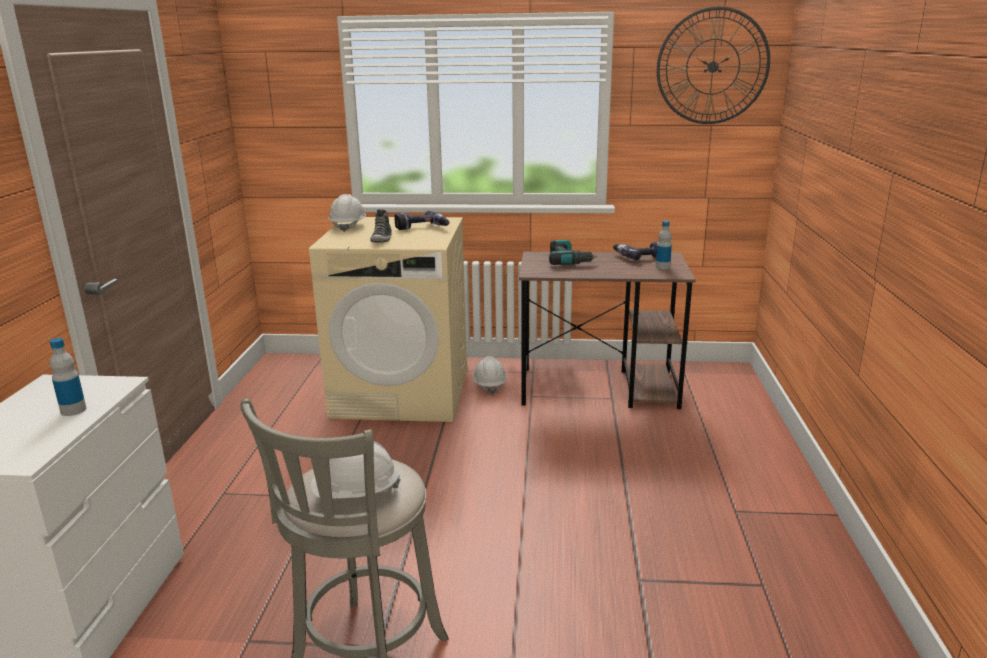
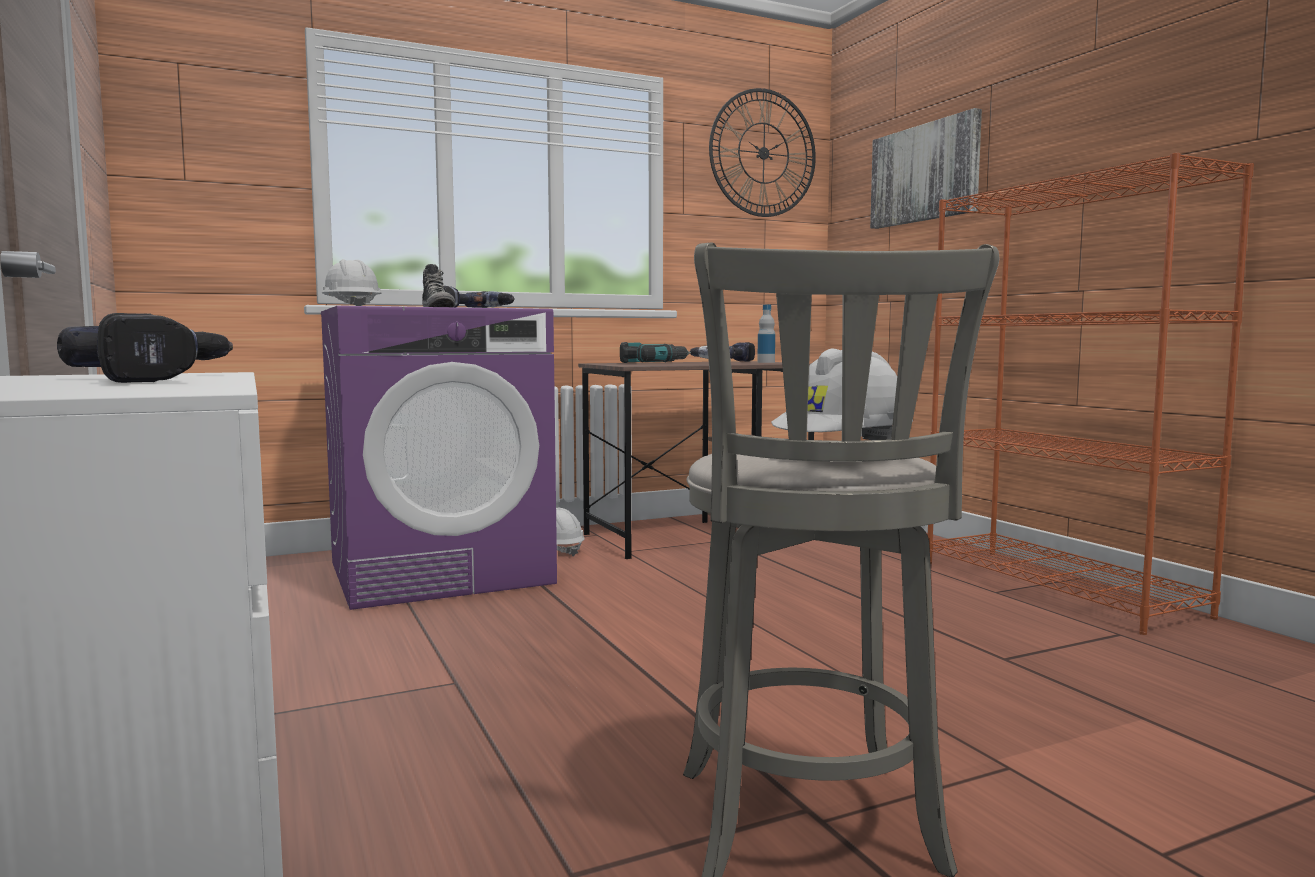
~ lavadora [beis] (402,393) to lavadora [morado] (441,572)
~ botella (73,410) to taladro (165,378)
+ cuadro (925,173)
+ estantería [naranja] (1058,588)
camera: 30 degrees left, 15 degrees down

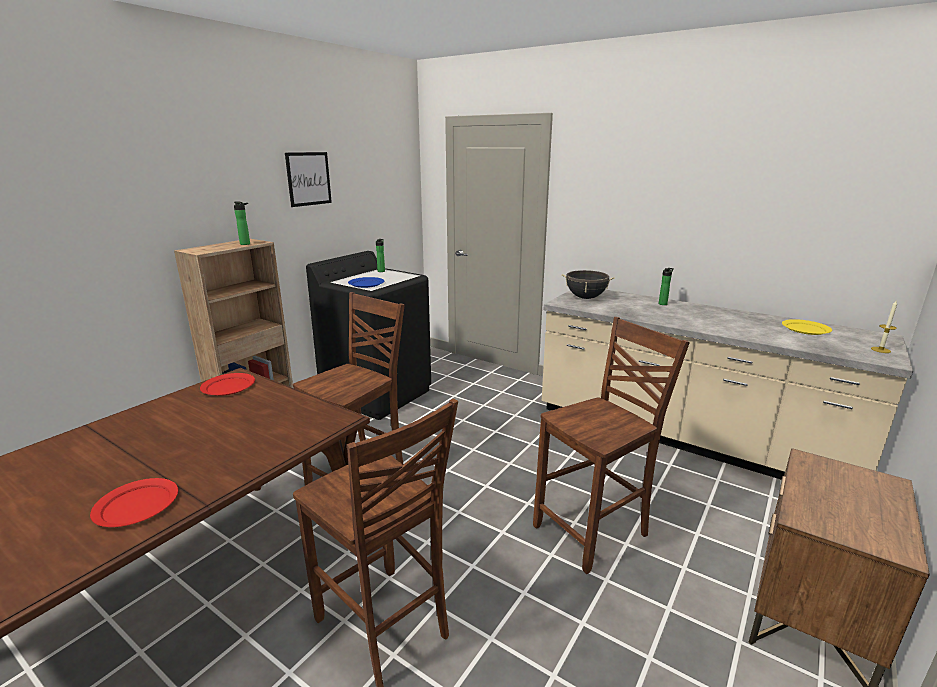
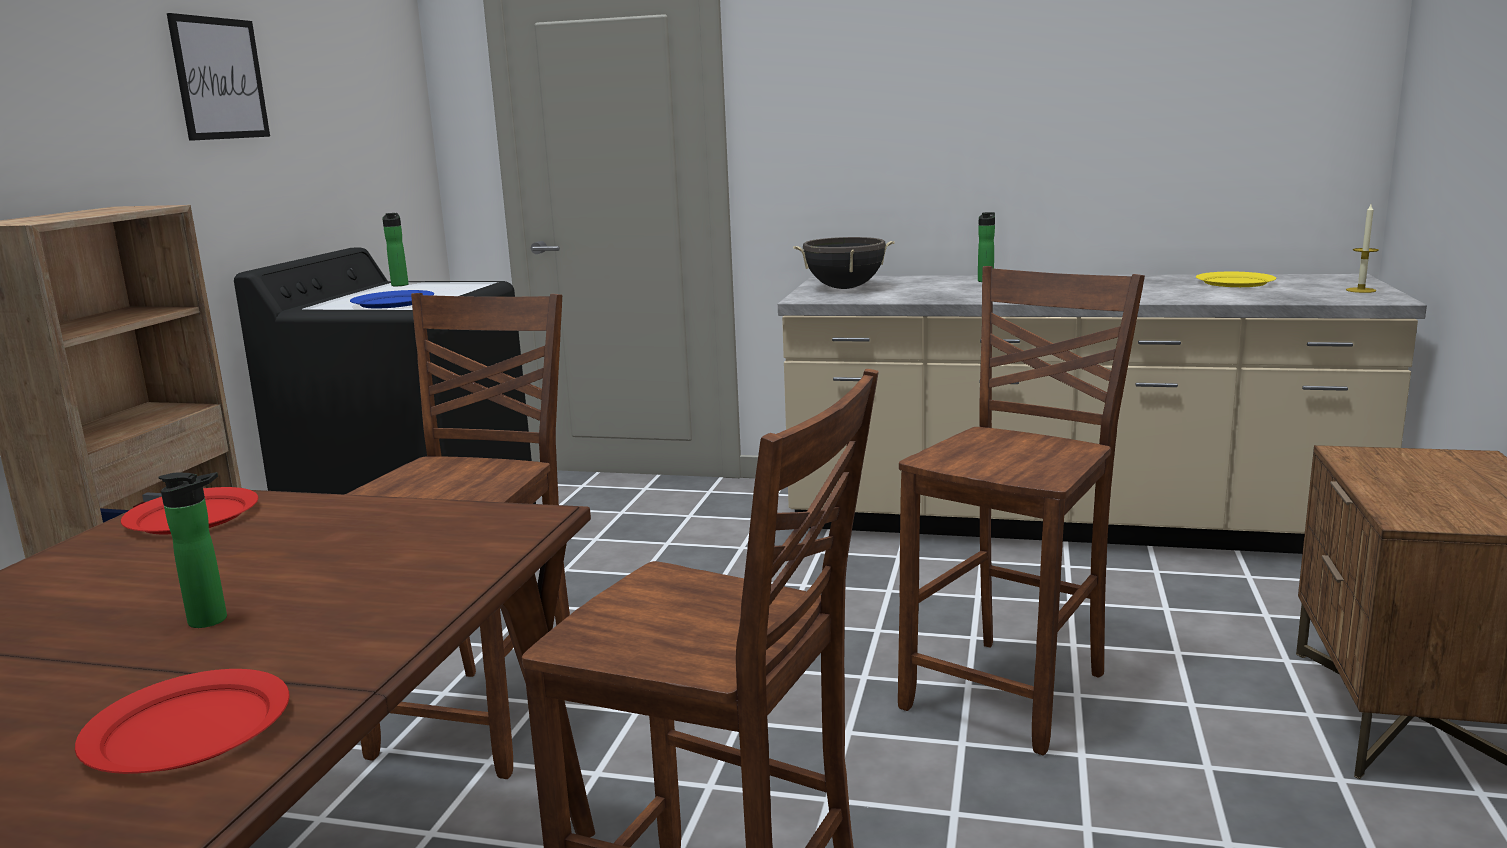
~ botella (246,244) to (214,620)
camera: 20 degrees left, 5 degrees down

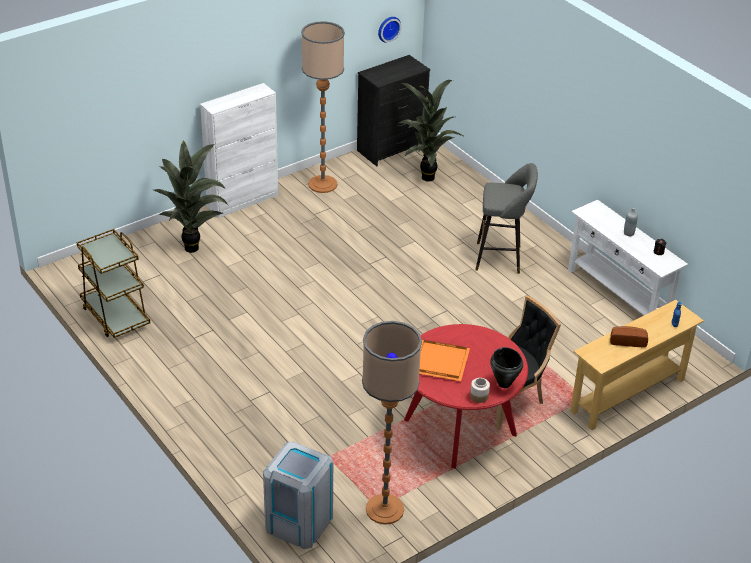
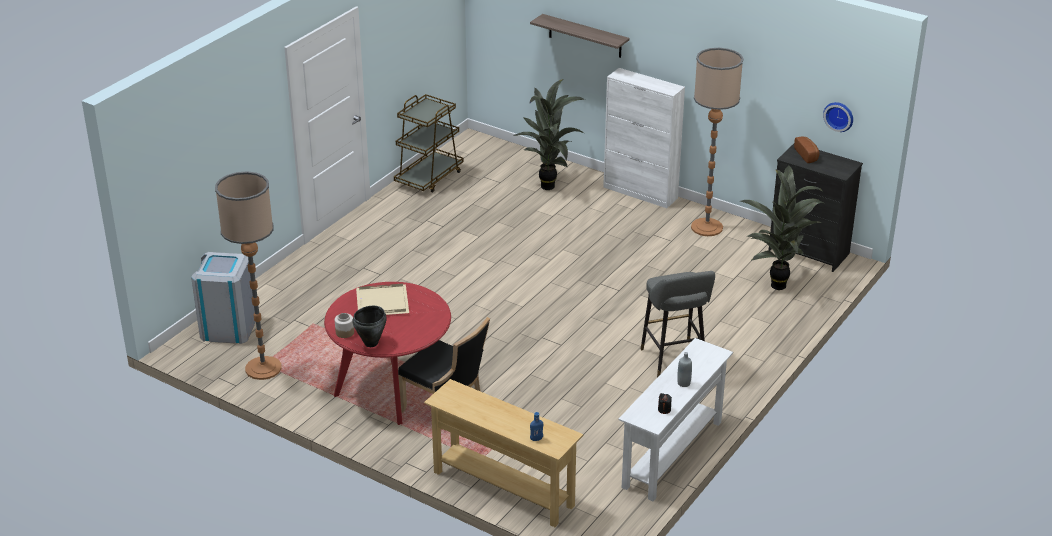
~ pan (627,341) to (807,155)
~ bandeja [naranja] (439,362) to bandeja [beis] (381,302)
+ estante (585,36)
camera: 70 degrees right, 5 degrees down

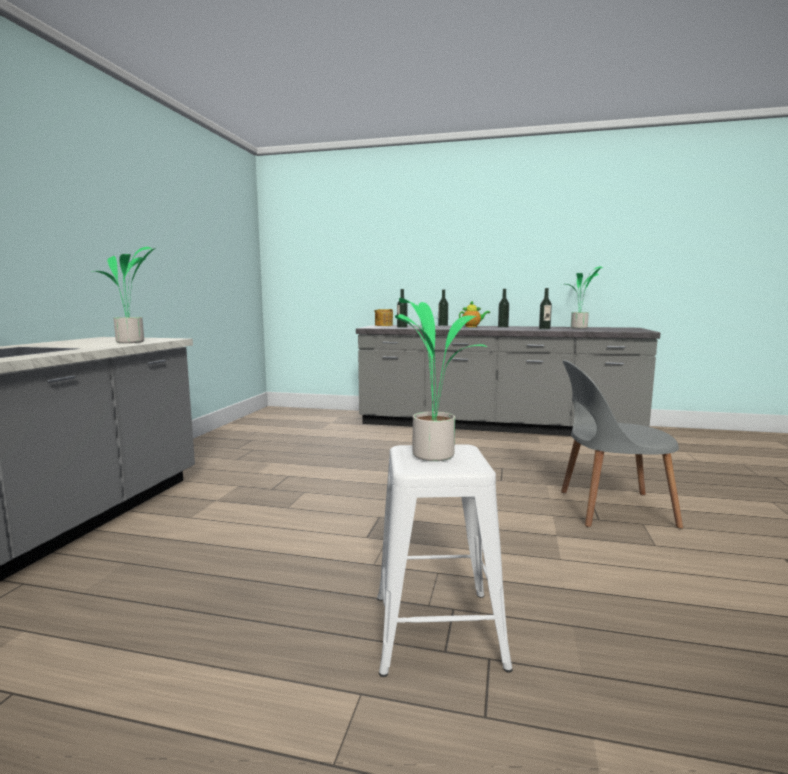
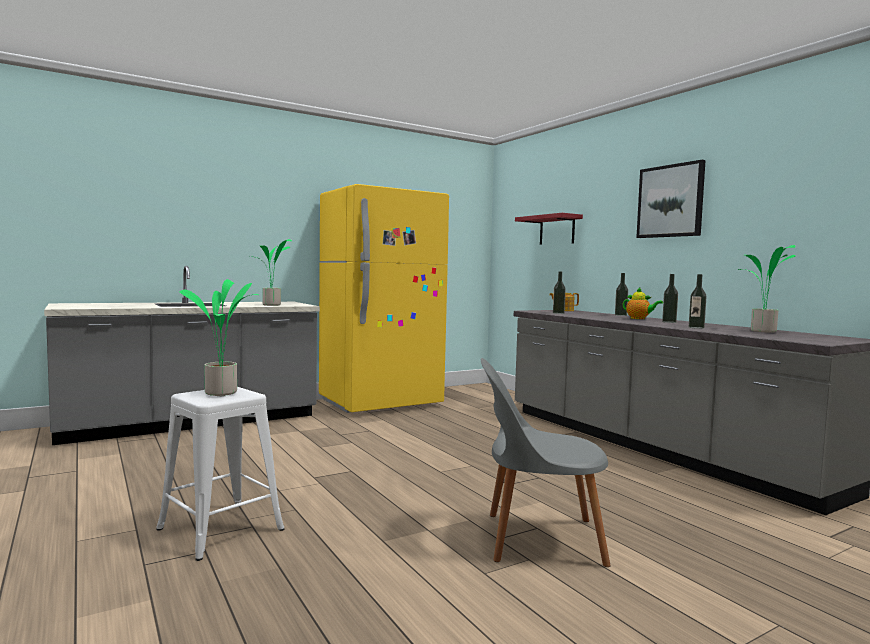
~ silla [gris] (610,508) = (537,538) 45 degrees counterclockwise
+ cuadro (670,201)
+ nevera [amarillo] (380,403)
+ estante [rojo] (557,230)
camera: 45 degrees right, 5 degrees down

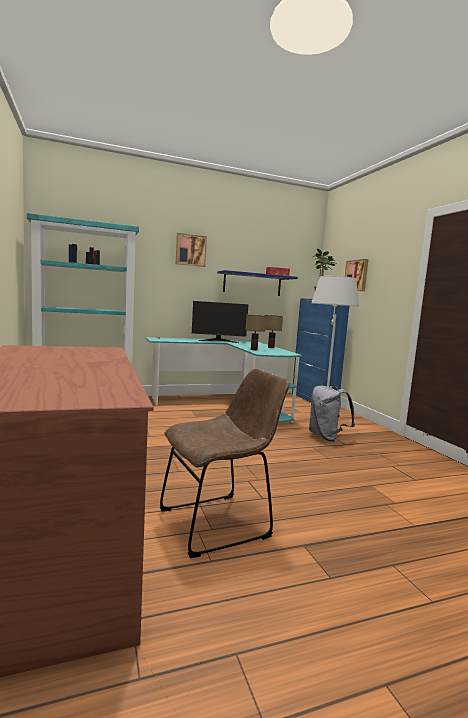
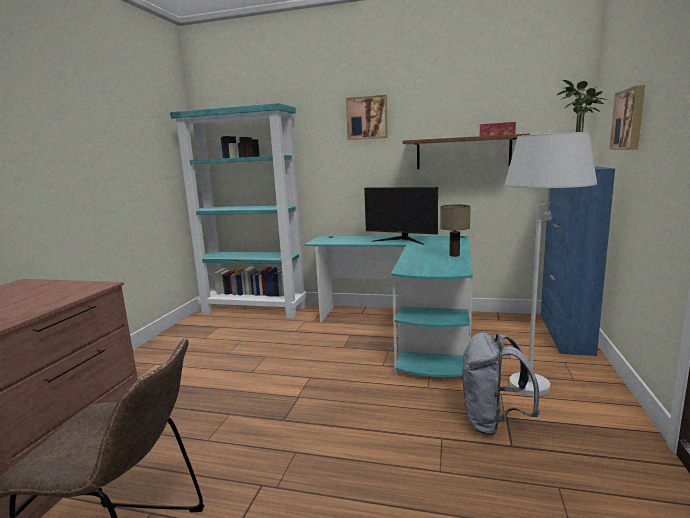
~ estante [azul] (252,284) to estante [marrón] (463,152)
- lámpara de mesa (253,349)
camera: 35 degrees right, 5 degrees up

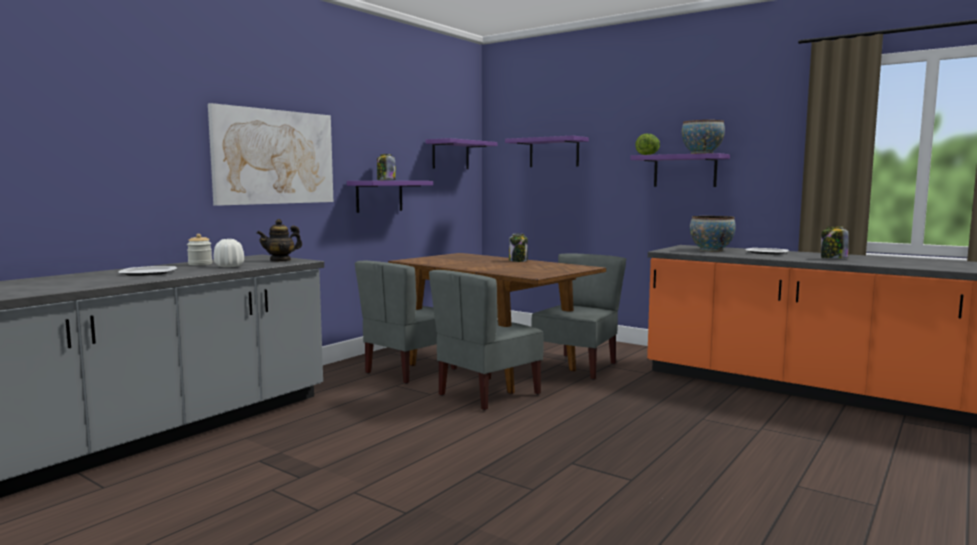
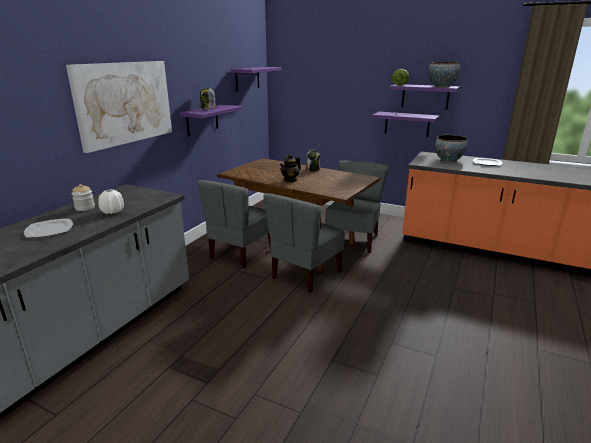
~ estante [morado] (554,152) to (407,124)
~ tetera (280,260) to (290,180)
- tarro (833,258)
camera: 10 degrees left, 15 degrees up

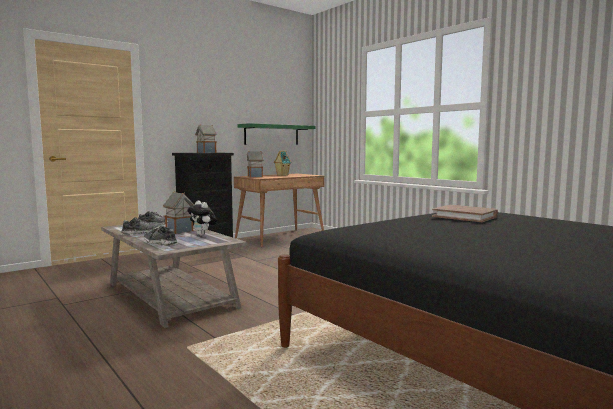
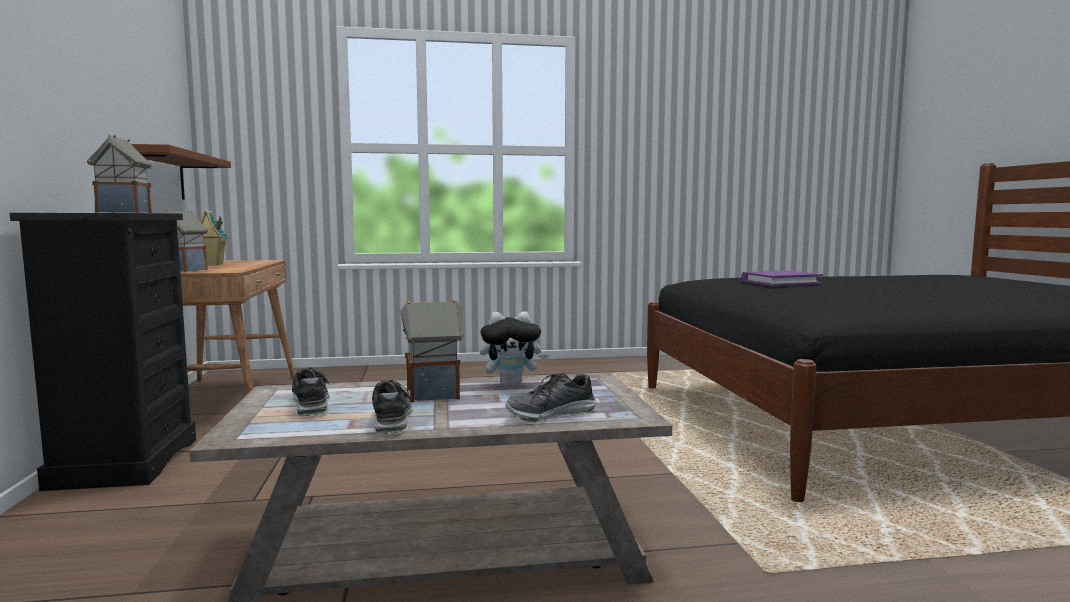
~ estante [verde] (271,135) to estante [marrón] (154,175)
~ libro [marrón] (465,216) to libro [morado] (780,282)
camera: 60 degrees left, 0 degrees up

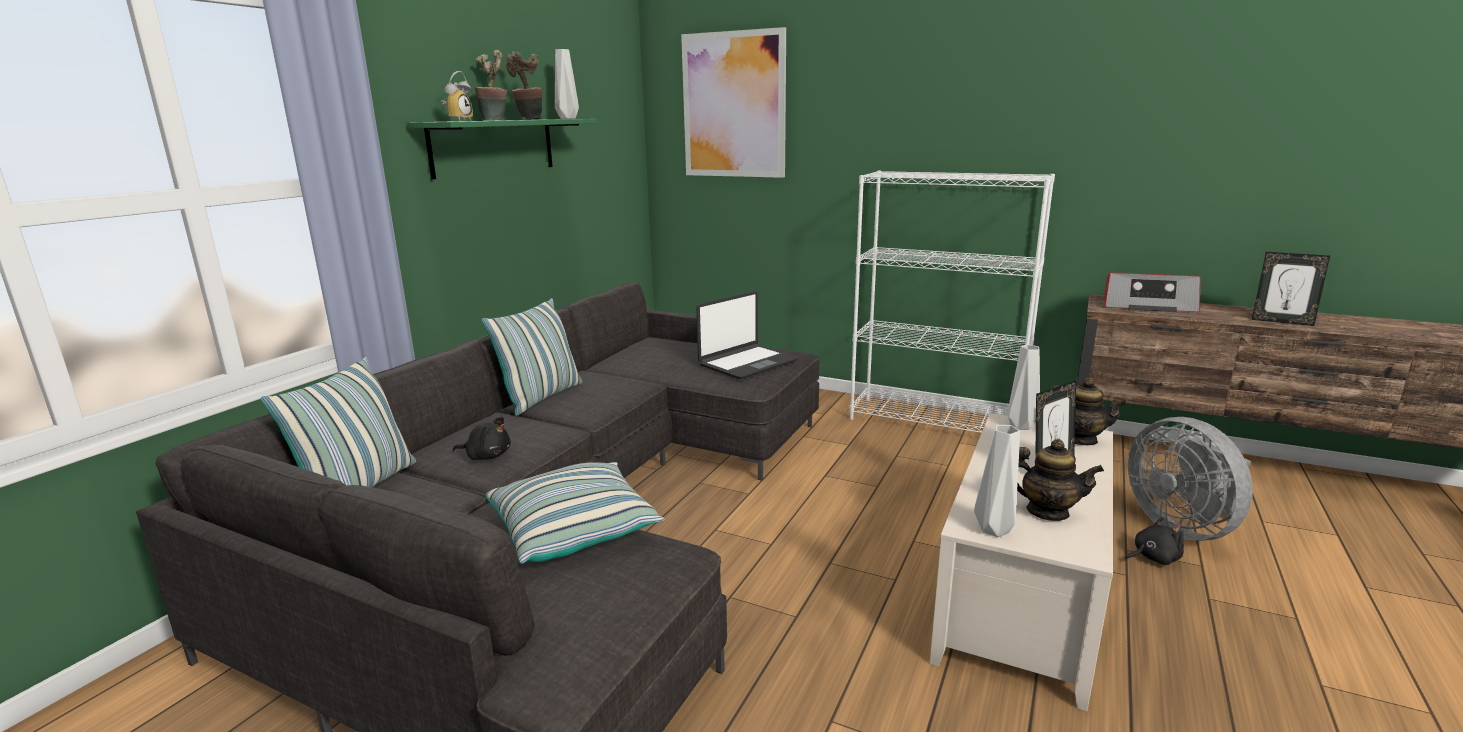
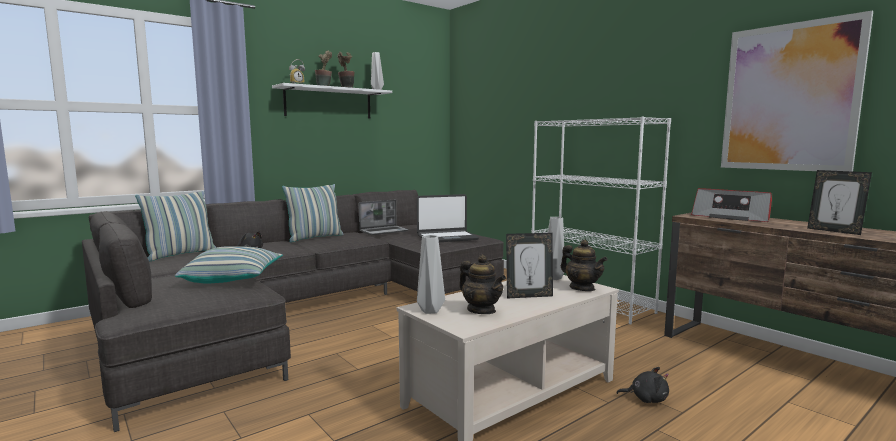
~ cuadro (734,105) to (789,98)
~ estante [verde] (494,146) to estante [blanco] (328,103)
- ventilador [gris] (1182,526)
+ portátil (384,231)
camera: 25 degrees right, 10 degrees down

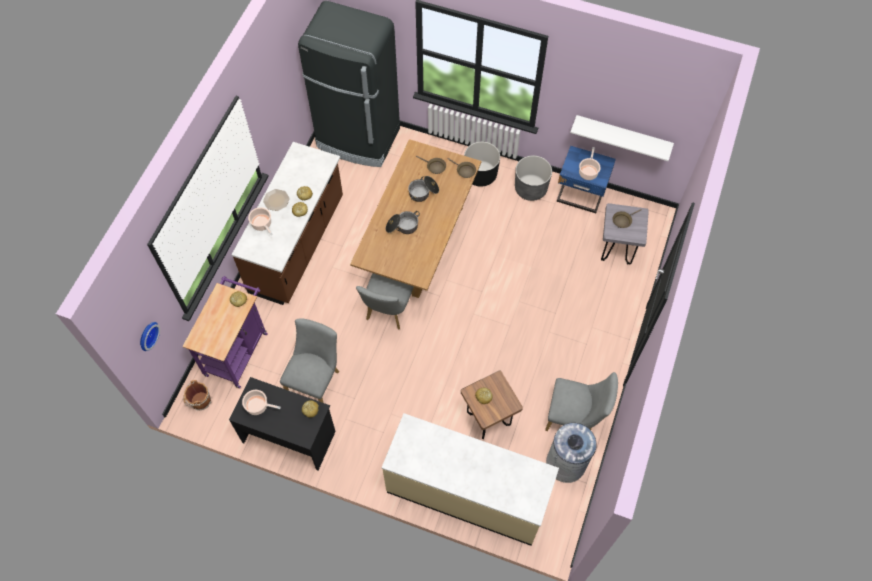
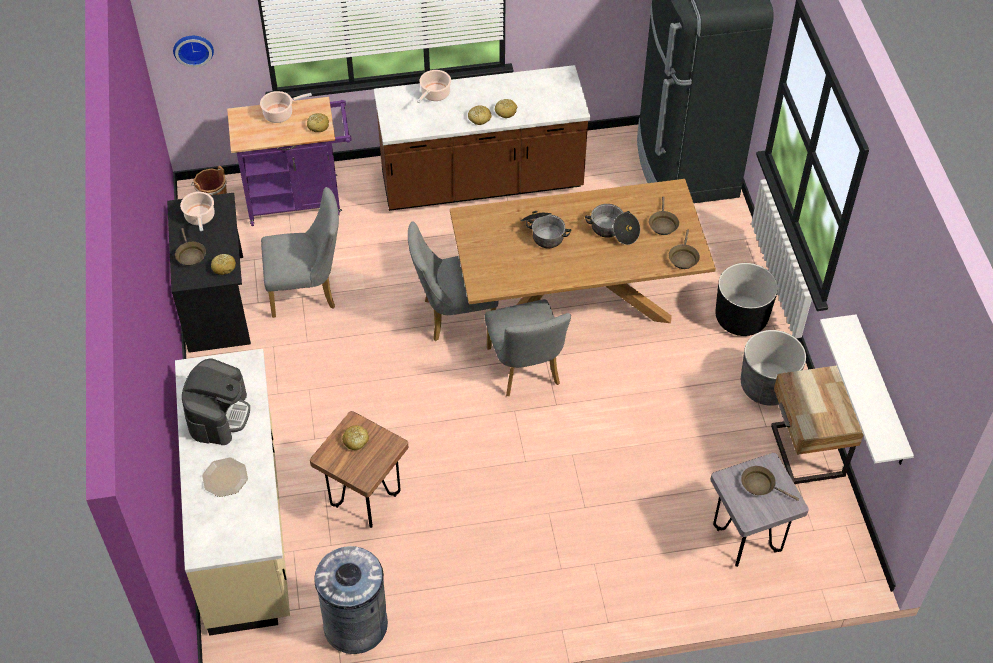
~ mesita de noche [azul] (580,196) to mesita de noche [beis] (805,452)
~ olla (588,172) to (280,114)
~ plato (276,200) to (225,478)
~ silla [gris] (575,418) to (525,371)
+ sartén [marrón] (190,255)
+ cafetera (218,414)
camera: 60 degrees right, 10 degrees down

